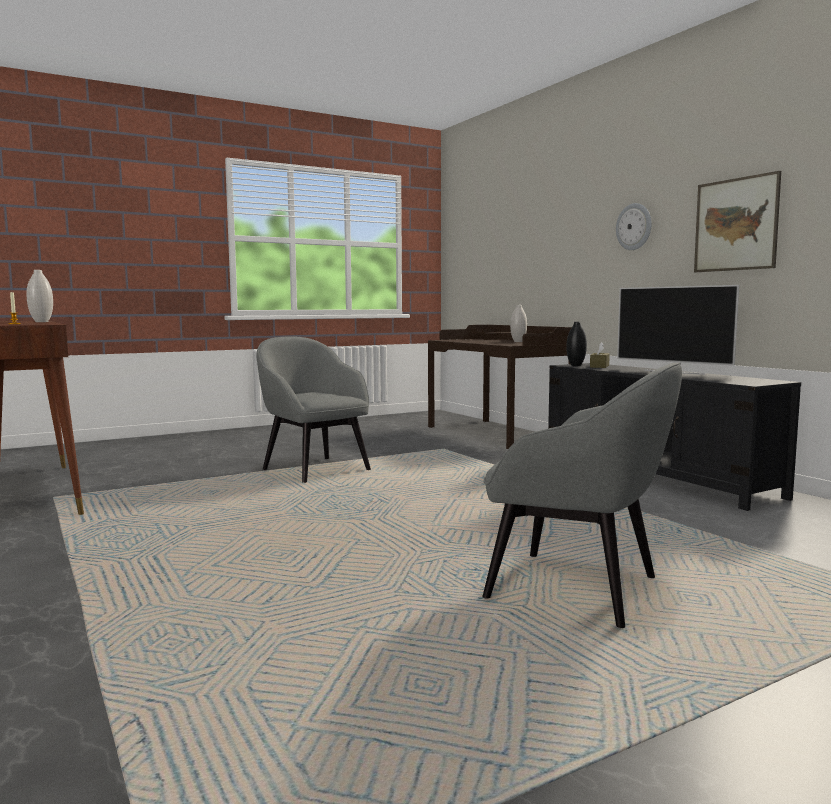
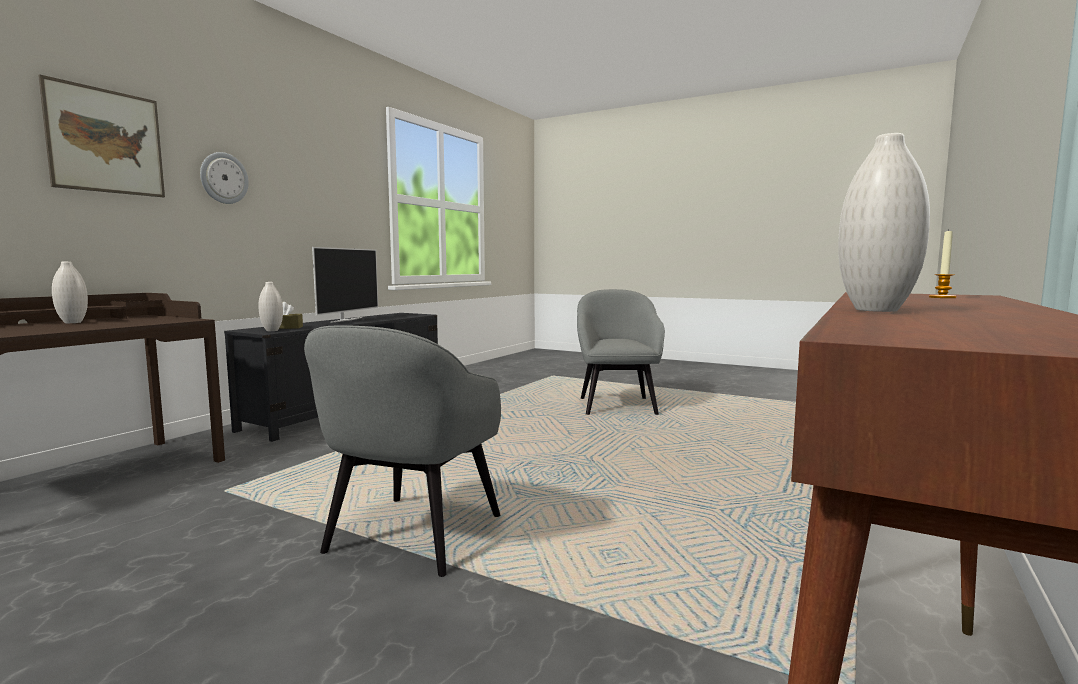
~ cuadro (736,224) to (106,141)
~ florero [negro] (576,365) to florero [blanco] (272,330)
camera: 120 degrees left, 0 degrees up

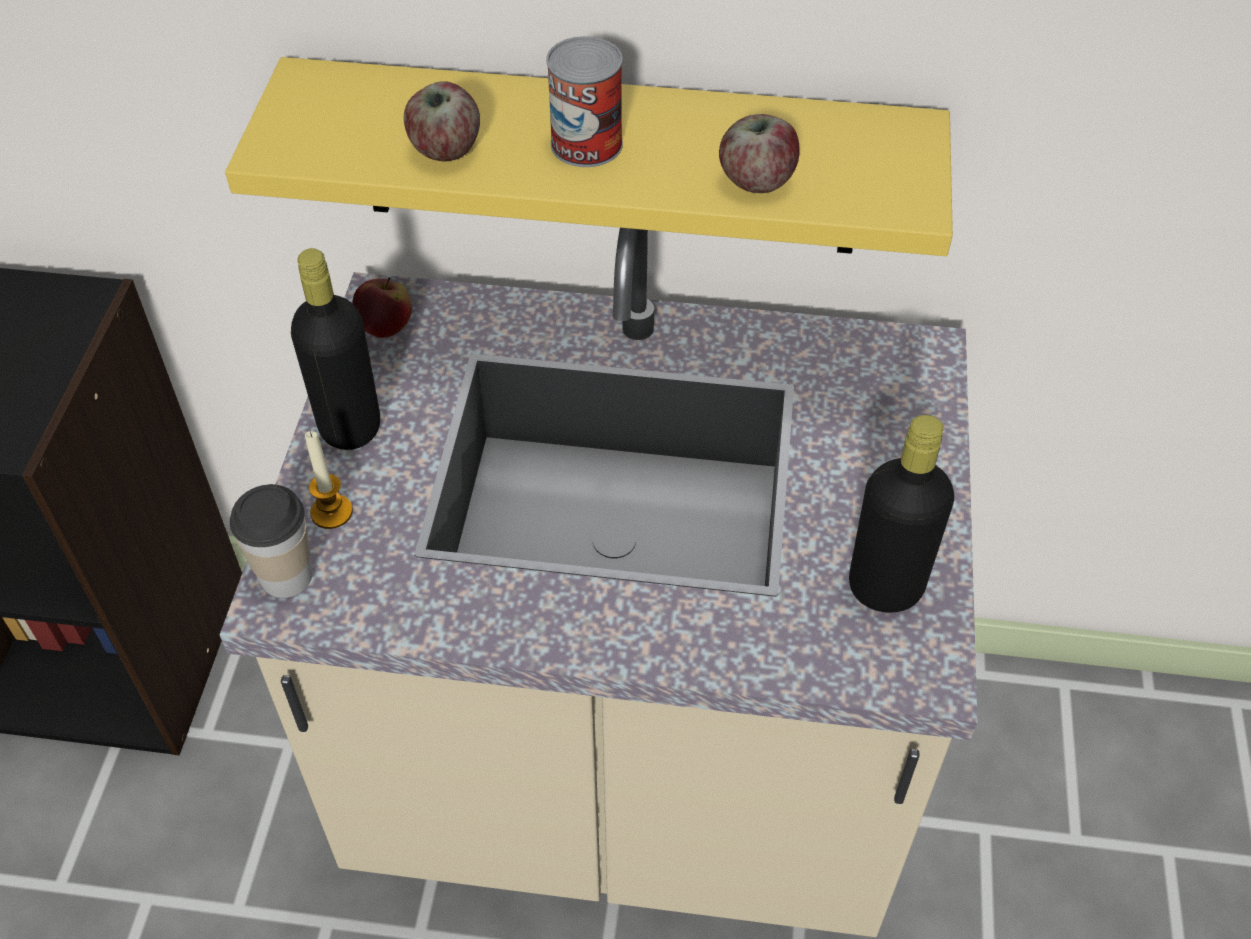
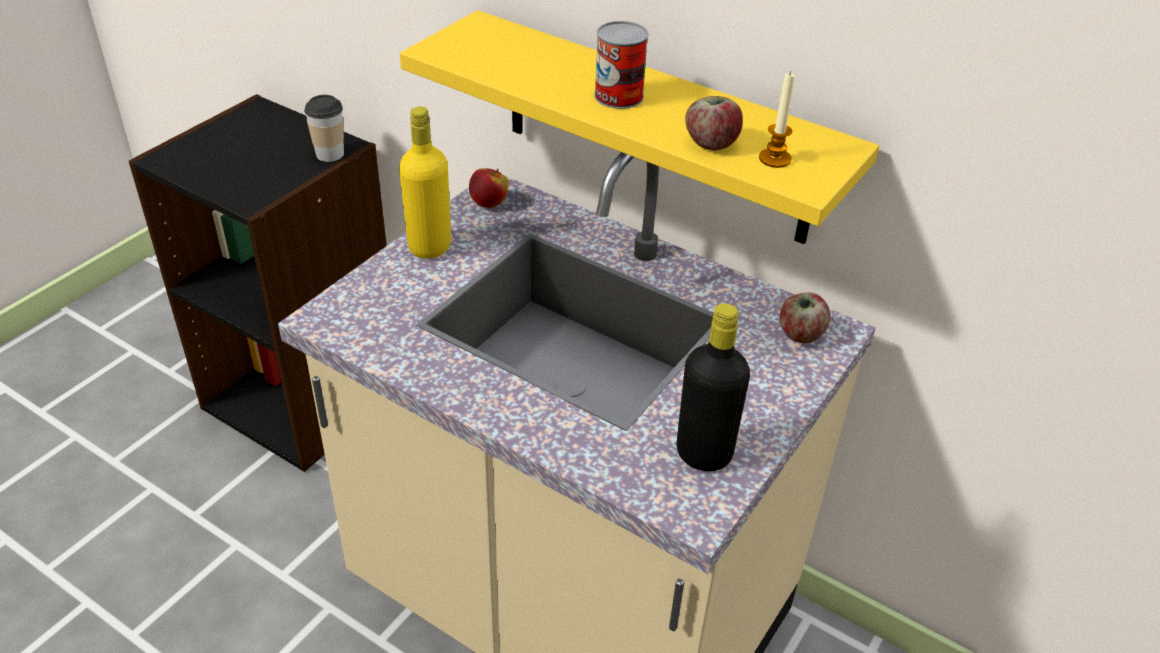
~ manzana (445,150) to (800,335)
~ botella [negro] (350,427) to botella [amarillo] (429,246)
~ vela (331,512) to (775,159)
~ taza (286,575) to (330,154)
camera: 25 degrees right, 10 degrees down

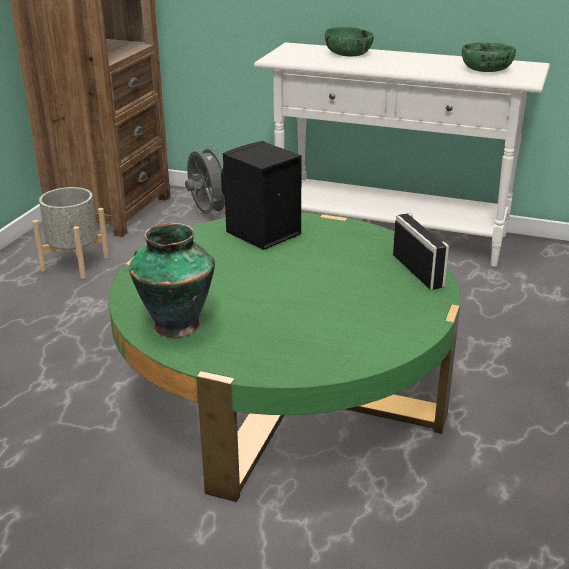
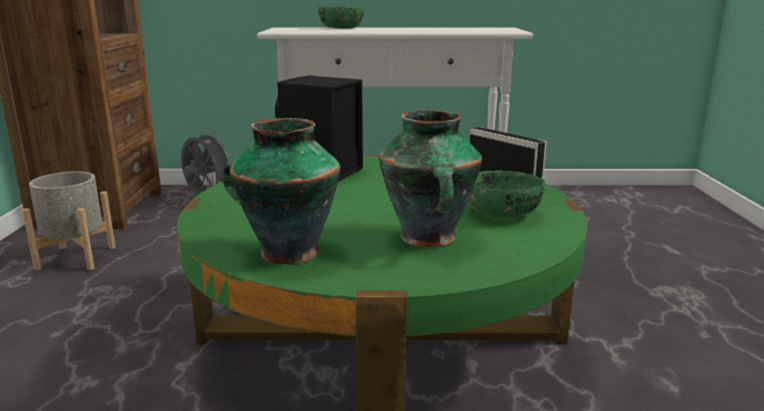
~ cuenco [verde] (486,70) to (502,212)
+ florero (428,238)
camera: 20 degrees left, 10 degrees down

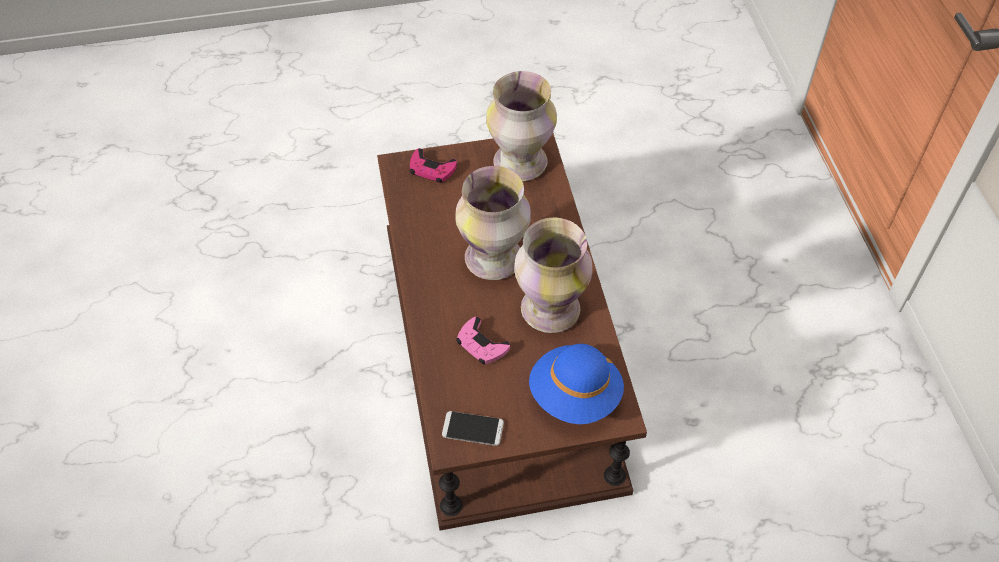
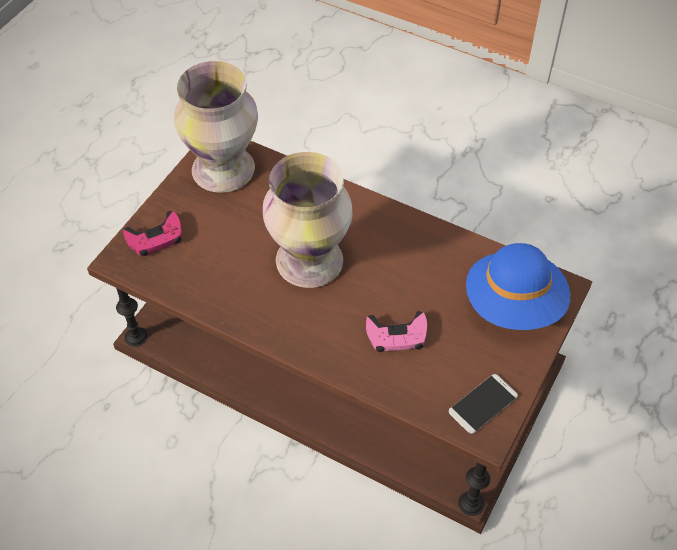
- florero (549,308)
camera: 50 degrees left, 0 degrees up

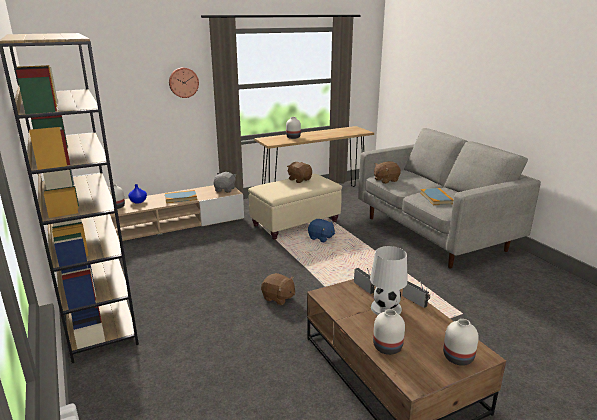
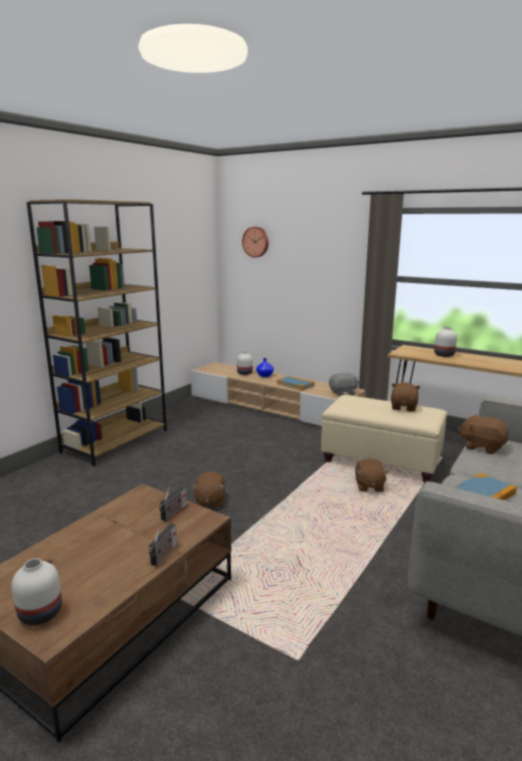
~ reloj de pared (183,82) to (256,242)
~ peluche [azul] (321,238) to peluche [marrón] (369,486)
- lámpara de mesa [blanco] (386,308)
- florero [blanco] (388,347)
camera: 60 degrees right, 5 degrees down

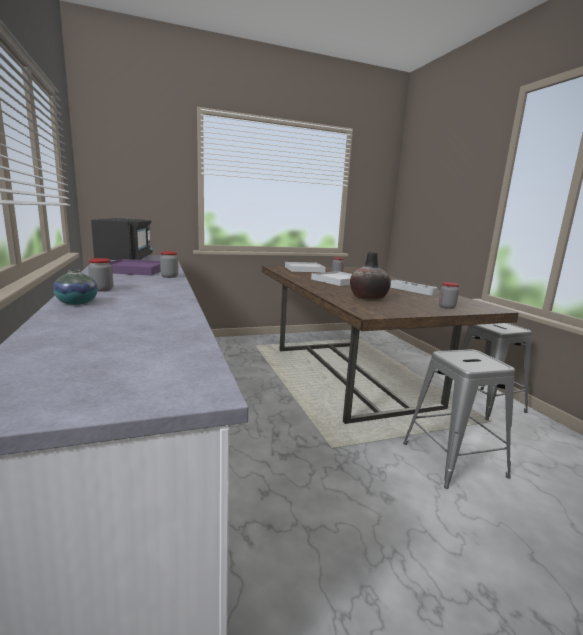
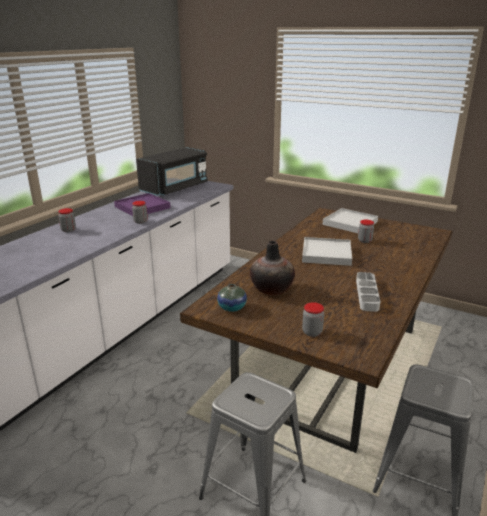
~ florero (77,303) to (232,308)
camera: 50 degrees right, 10 degrees up

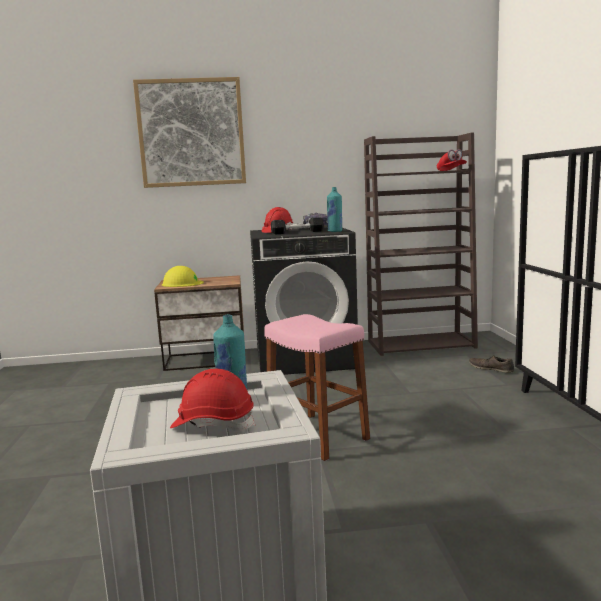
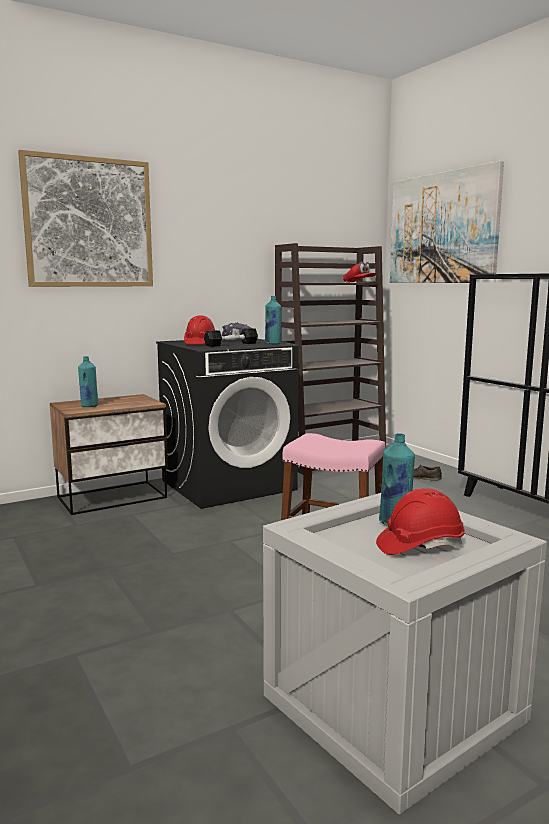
~ casco [amarillo] (182,283) to botella [turquesa] (89,406)
+ cuadro (442,228)
camera: 25 degrees left, 0 degrees up

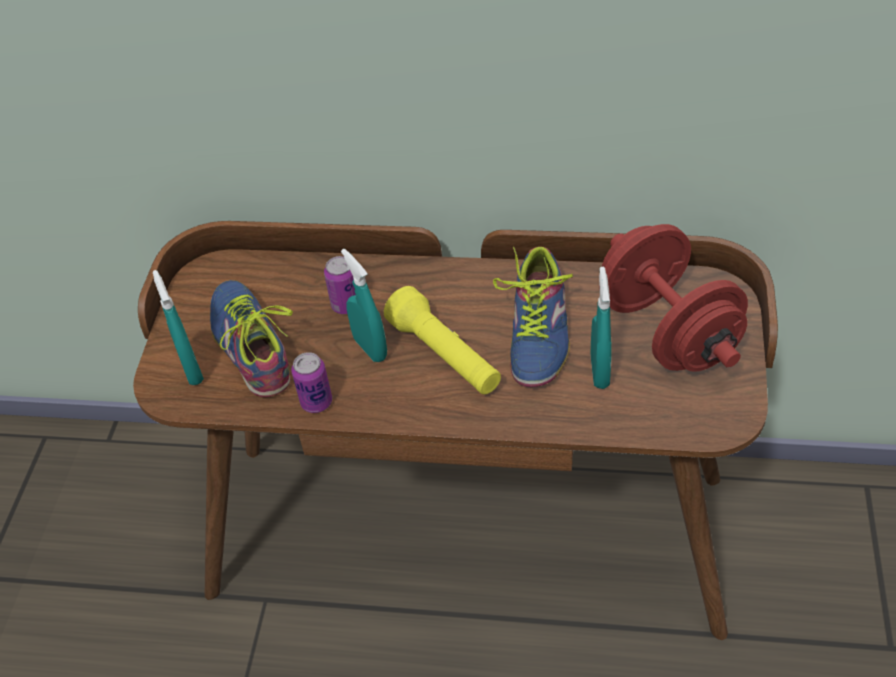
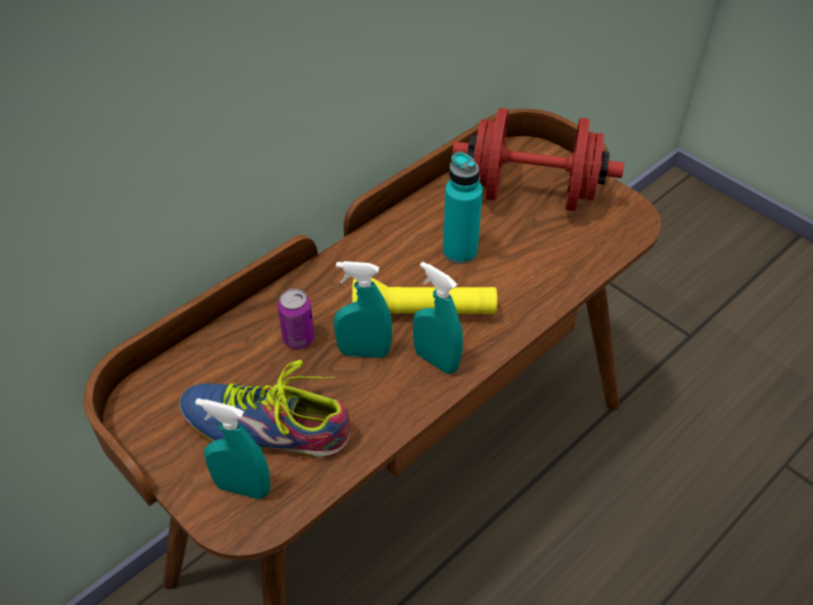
~ zapato (538,332) to botella [turquesa] (460,252)
~ pulverizador [turquesa] (599,371) to (436,360)
- lata (316,402)
camera: 55 degrees left, 0 degrees up

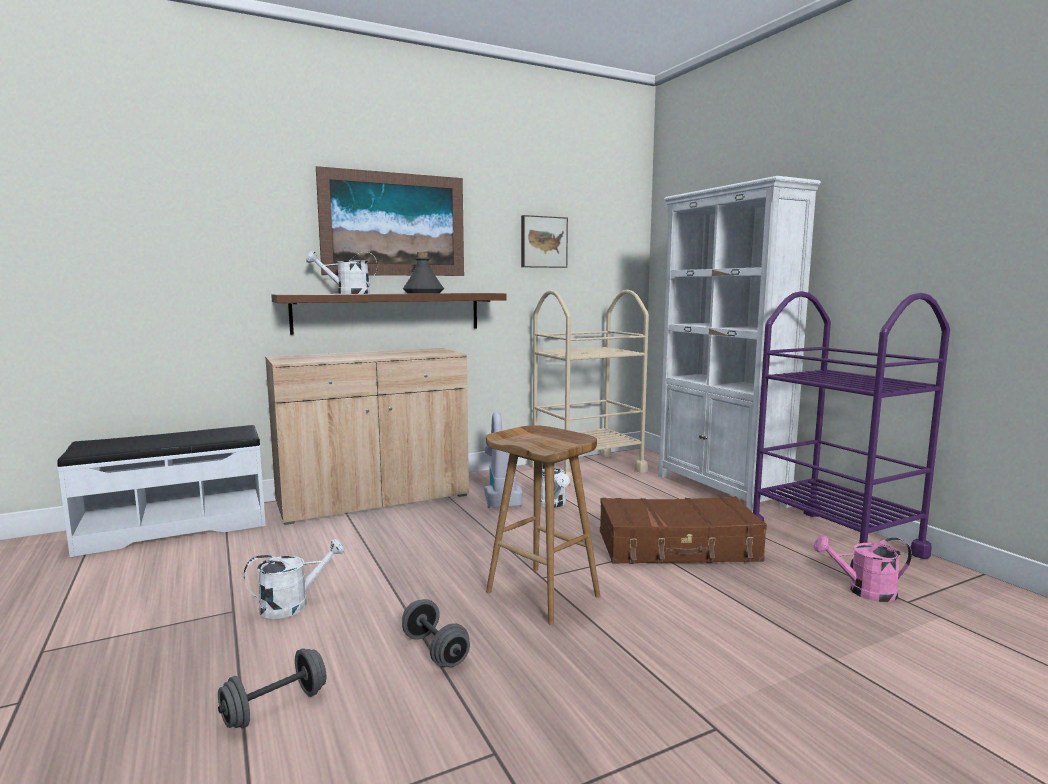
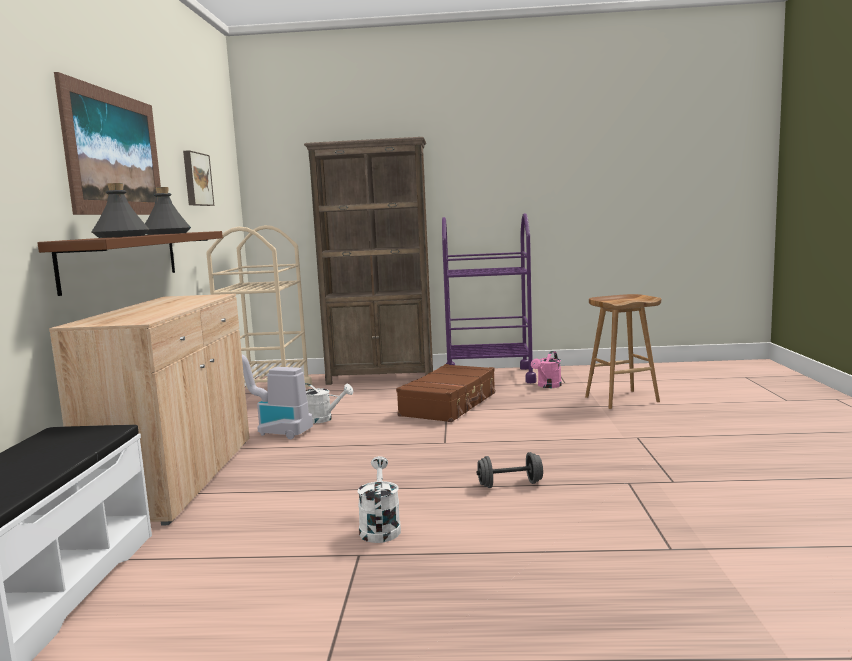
~ estantería [blanco] (720,490) to estantería [marrón] (381,378)
~ regadera [blanco] (347,293) to botella [gris] (122,236)
~ taburete [marrón] (544,594) to (622,399)
- mancuerna [gris] (275,708)
camera: 60 degrees left, 0 degrees up

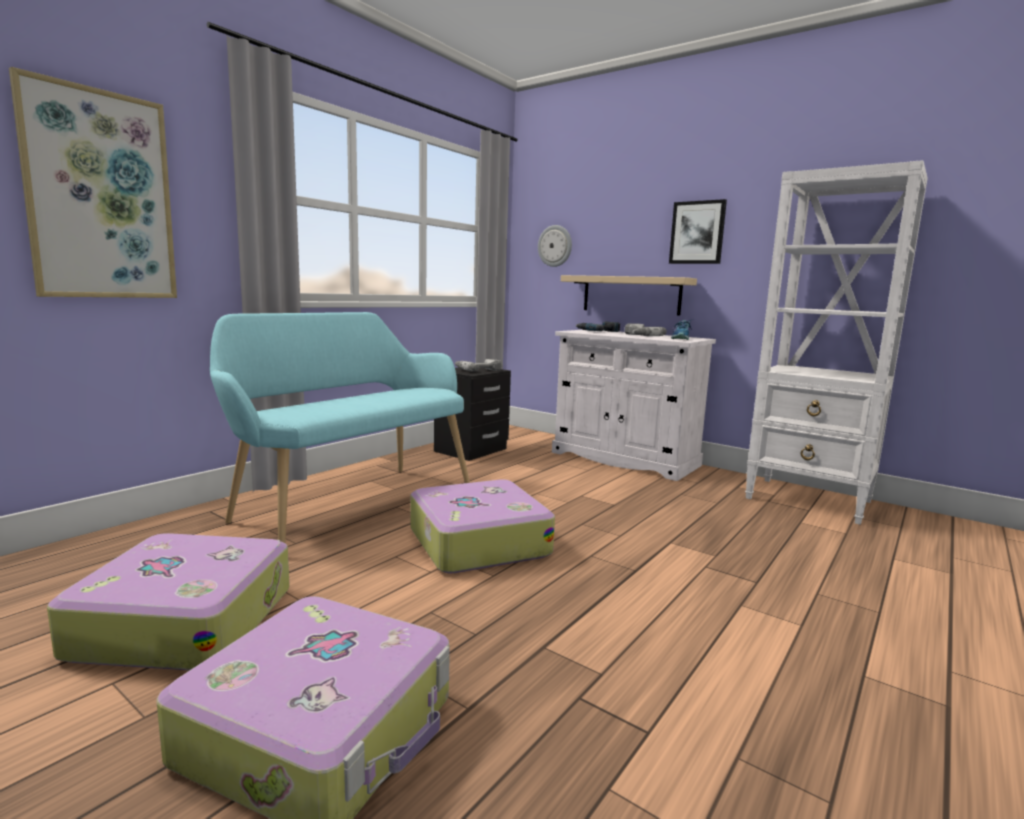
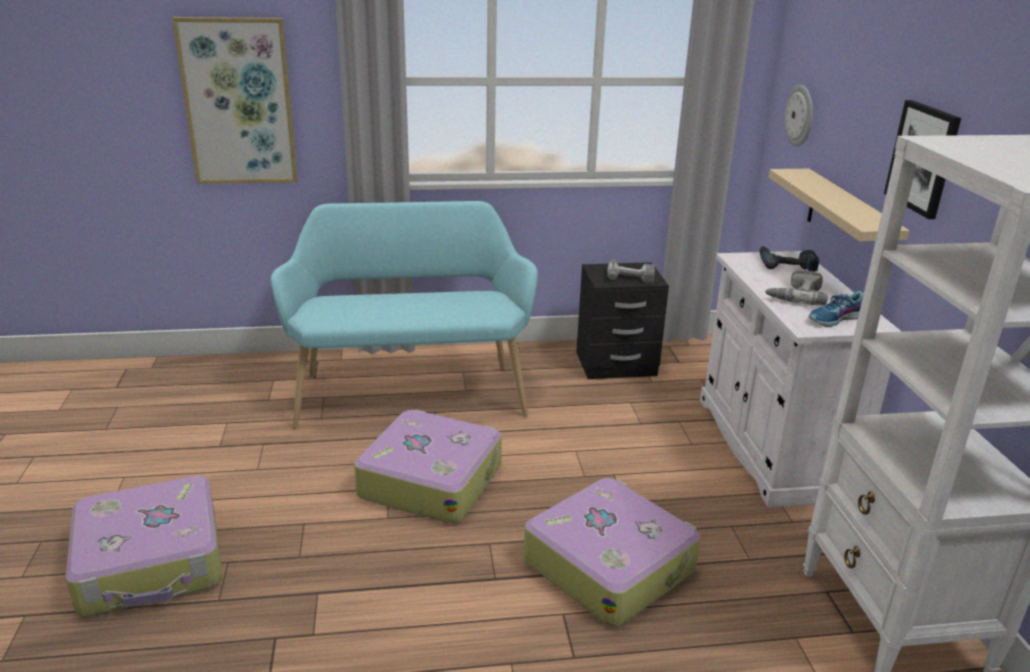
~ maleta (185,620) to (609,564)
camera: 45 degrees right, 15 degrees up

